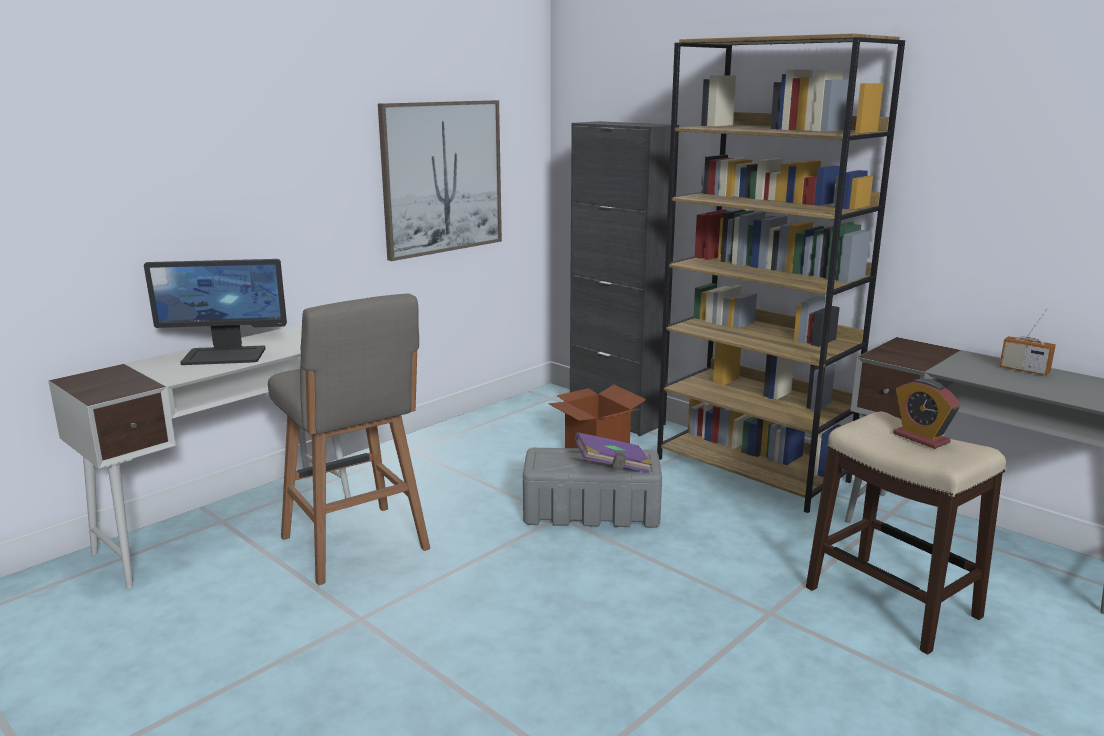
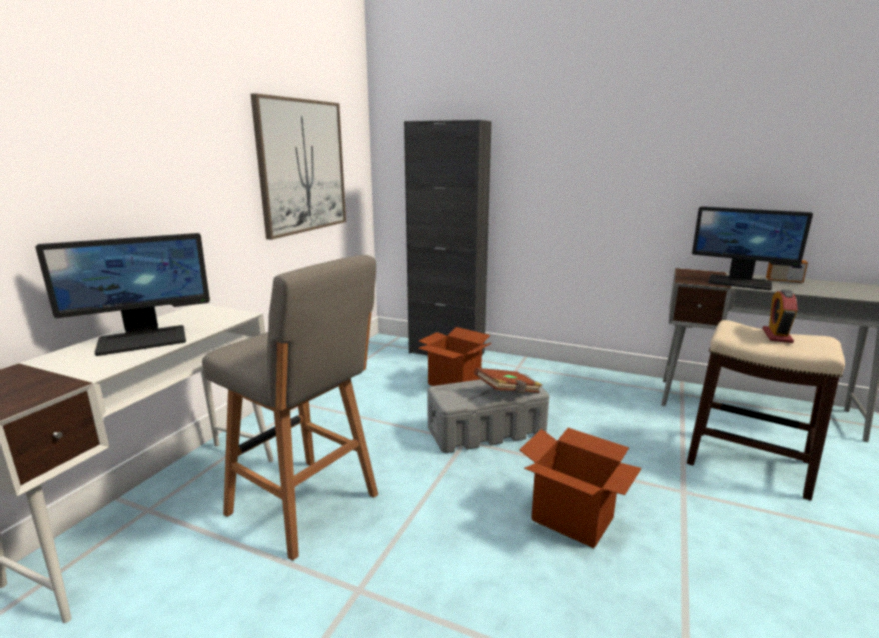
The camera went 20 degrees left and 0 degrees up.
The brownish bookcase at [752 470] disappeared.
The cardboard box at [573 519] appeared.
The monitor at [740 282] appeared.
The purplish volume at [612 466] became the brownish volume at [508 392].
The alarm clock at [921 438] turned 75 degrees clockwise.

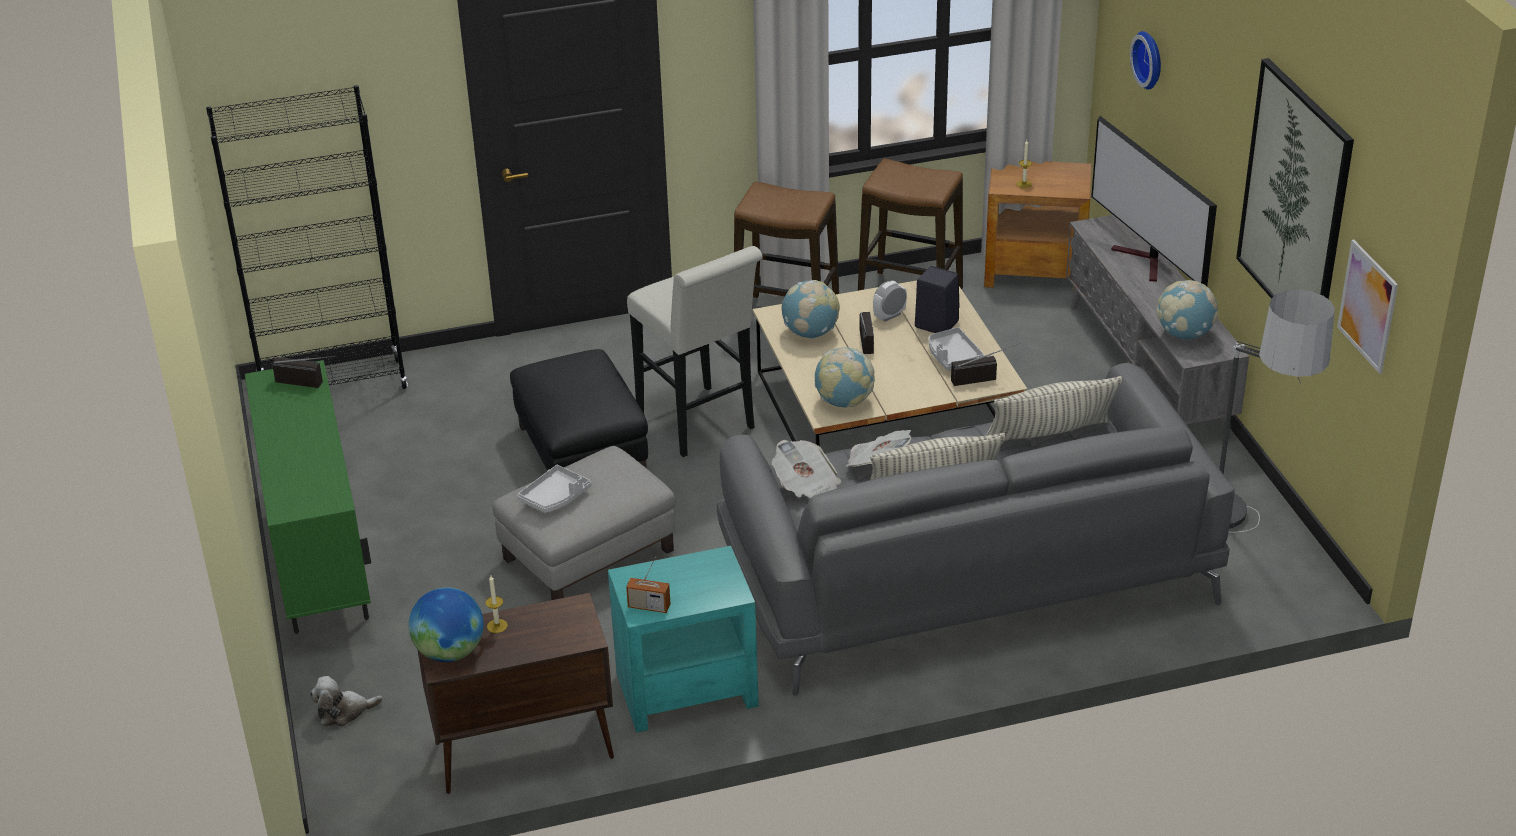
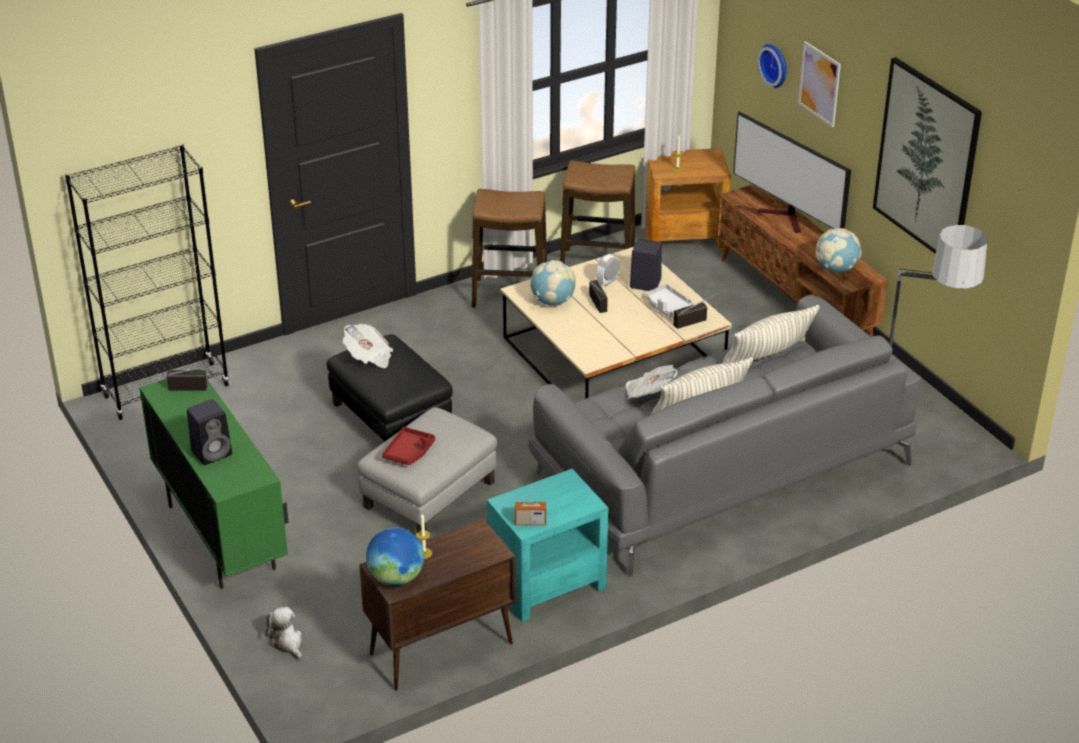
The camera went 15 degrees left and 0 degrees up.
The white sitting stool at [700 426] disappeared.
The globe at [844 402] disappeared.
The black speaker at [212 452] appeared.
The daily paper moved from [807 487] to [369 357].
The wall picture moved from [1368 306] to [819 84].
The gray tray at [555 497] became the red-coloured tray at [409 452].
The gray media console at [1148 370] became the brownish media console at [795 300].
The soft toy at [344 712] turned 90 degrees clockwise.

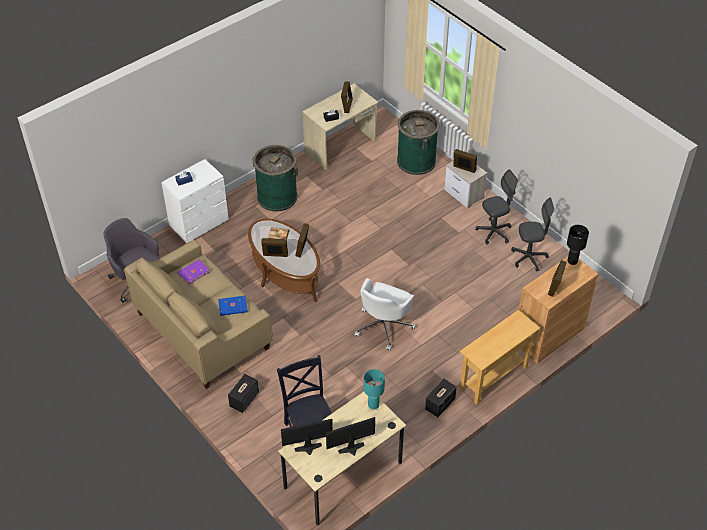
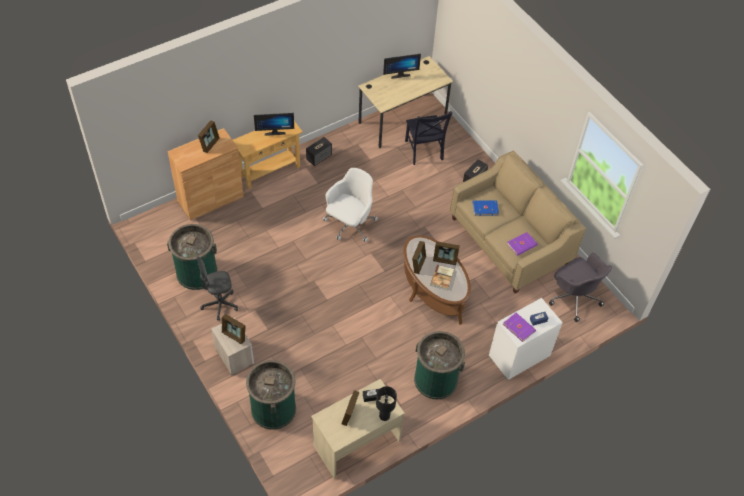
The camera went 175 degrees left and 5 degrees up.
The blue-green tabletop lamp at [373 404] disappeared.
The purplish volume at [519 327] appeared.
The monitor moved from [308 450] to [274 132].
The black tabletop lamp moved from [572 261] to [384 416].
The gray desk chair at [528 258] was replaced by the greenish waste bin at [197 272].

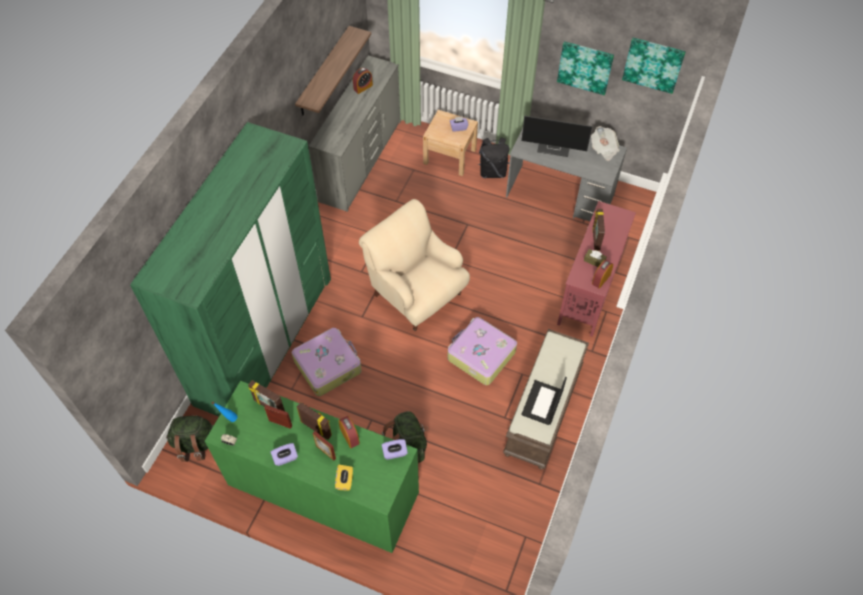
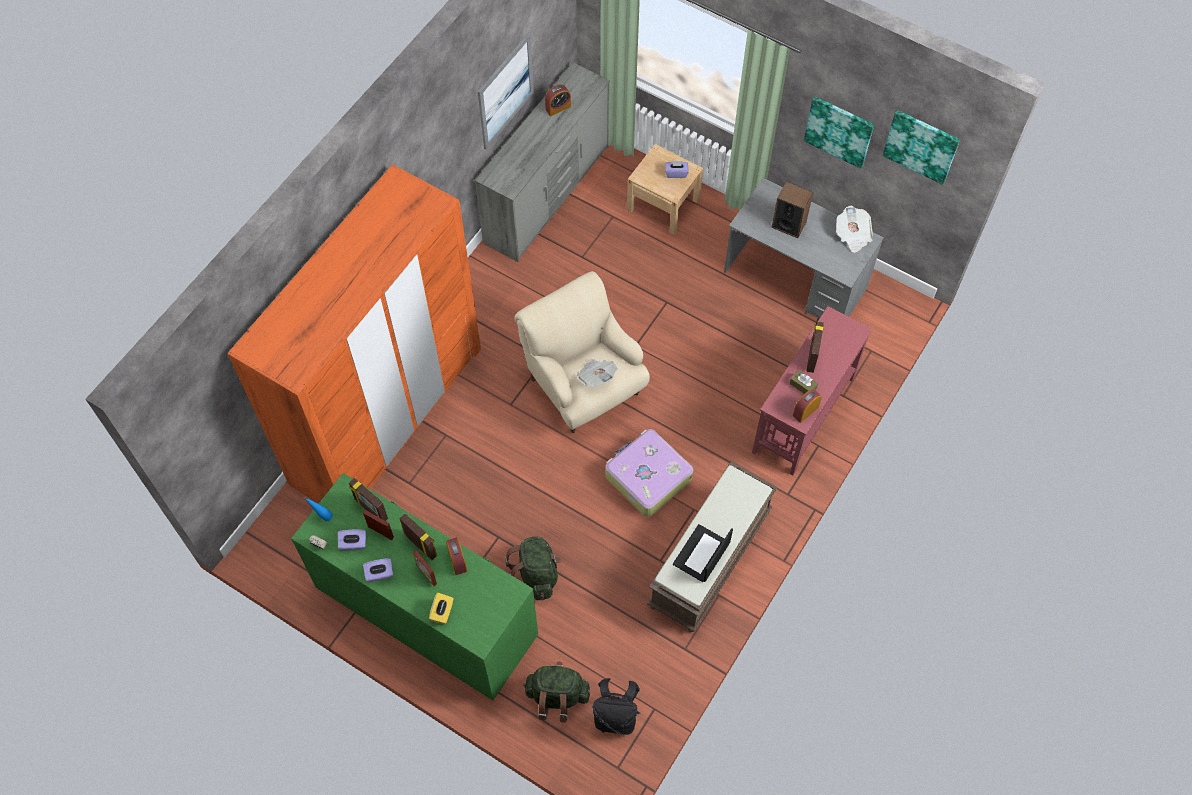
The camera went 10 degrees right and 5 degrees up.
The travel case at [328 365] disappeared.
The daily paper at [596 377] appeared.
The greenish knapsack moved from [196 444] to [557 696].
The purplish tissue box moved from [395 453] to [353 544].
The black knapsack moved from [492 172] to [615 716].
The shelf at [324 72] was replaced by the wall picture at [505 91].
The monitor at [554 148] was replaced by the speaker at [788 224].
The greenish clothes cupboard at [265 339] became the orangey clothes cupboard at [388 415].

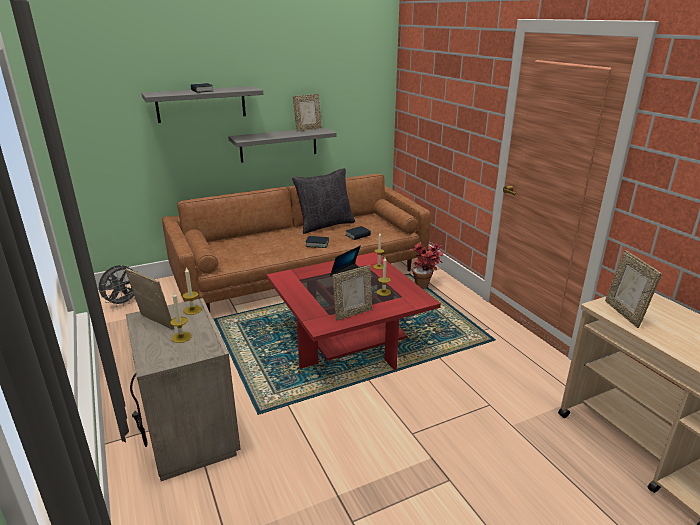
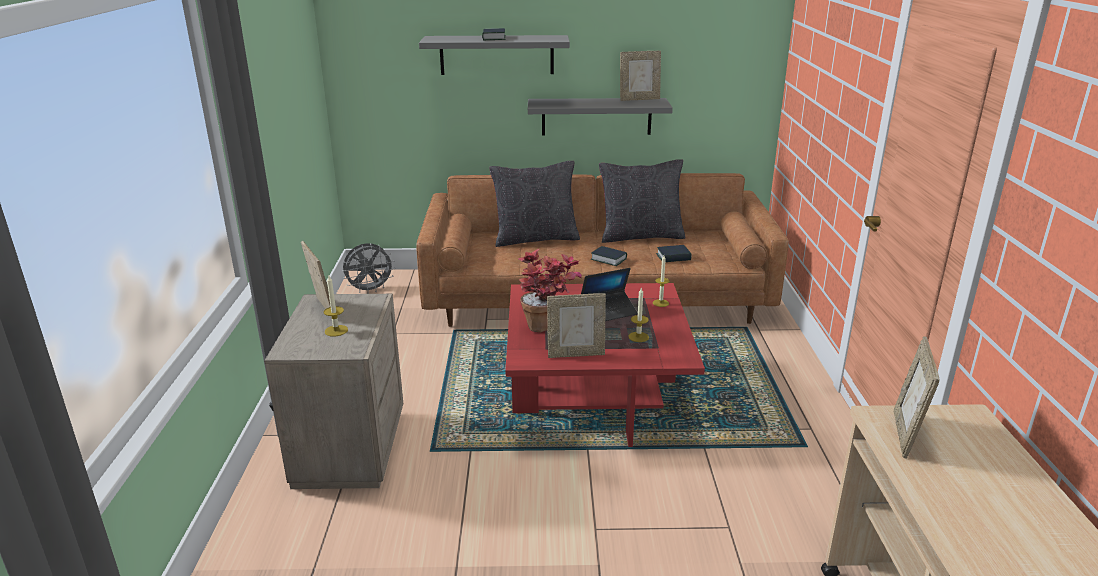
The camera went 25 degrees right and 0 degrees up.
The wax candle at [192 310] disappeared.
The black pillow at [535 238] appeared.
The plant in a pot moved from [426 285] to [547 328].

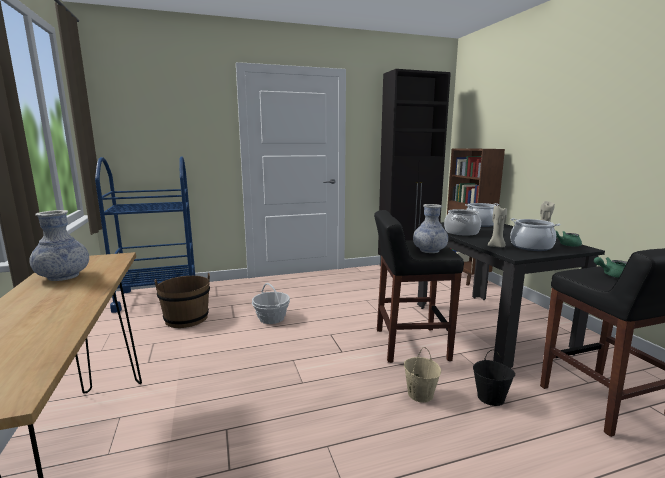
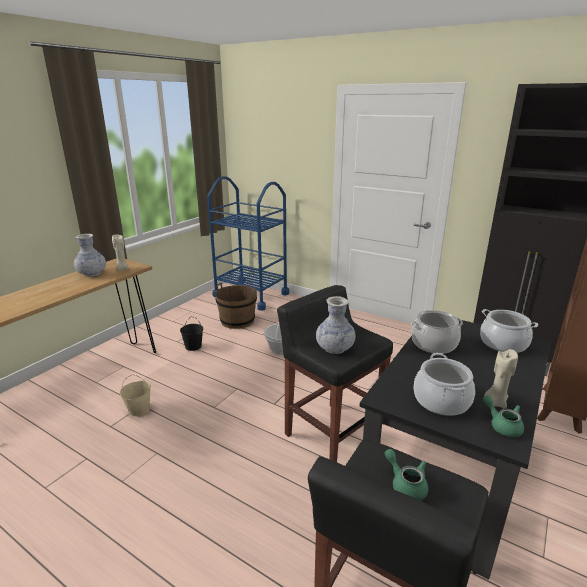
The camera went 50 degrees right and 10 degrees up.
The beige bucket moved from [420 394] to [139 409].
The black bucket moved from [491 398] to [193 346].
The beige wax candle moved from [496 246] to [122 269].

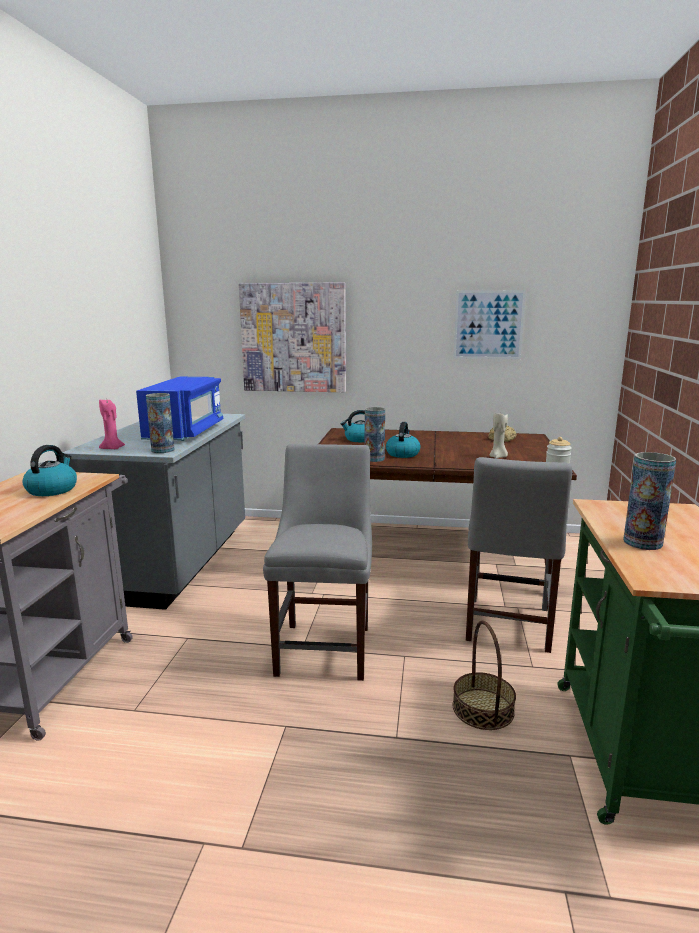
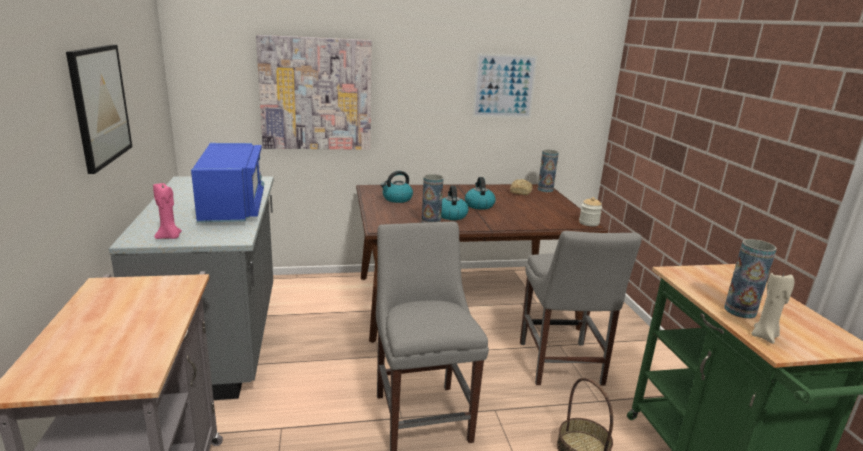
The camera went 20 degrees left and 5 degrees up.
The wall picture at [100 105] appeared.
The tea kettle moved from [52 490] to [479 205].
The decorative vase moved from [163 450] to [545 189].
The beige wax candle moved from [498 457] to [765 336].

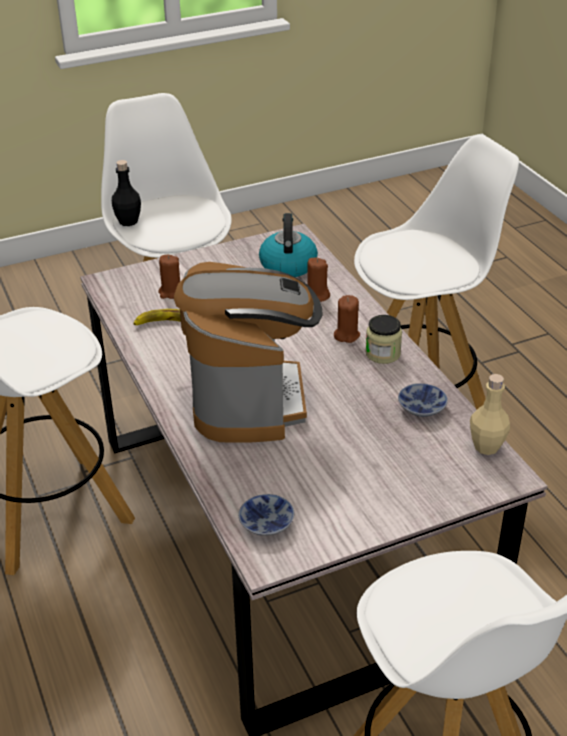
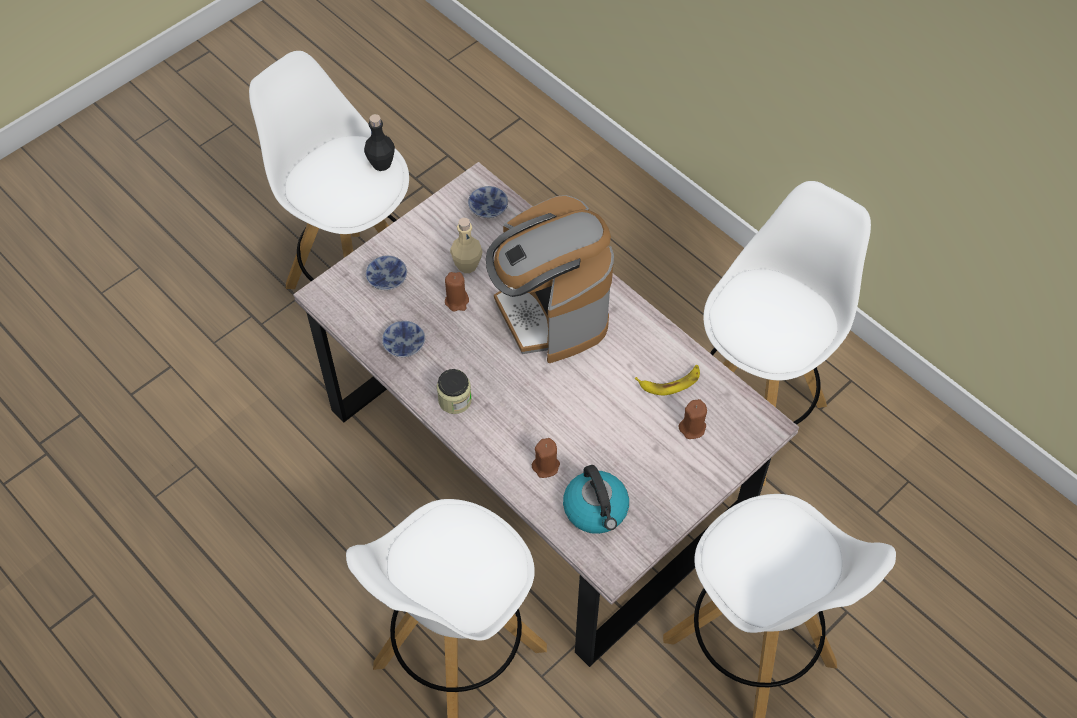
The camera went 160 degrees right and 20 degrees up.
The bowl at [386 277] appeared.
The black drink bottle moved from [128 221] to [381 164].
The brownish wax candle moved from [346 335] to [457 301].
The beige drink bottle moved from [486 446] to [467 265].

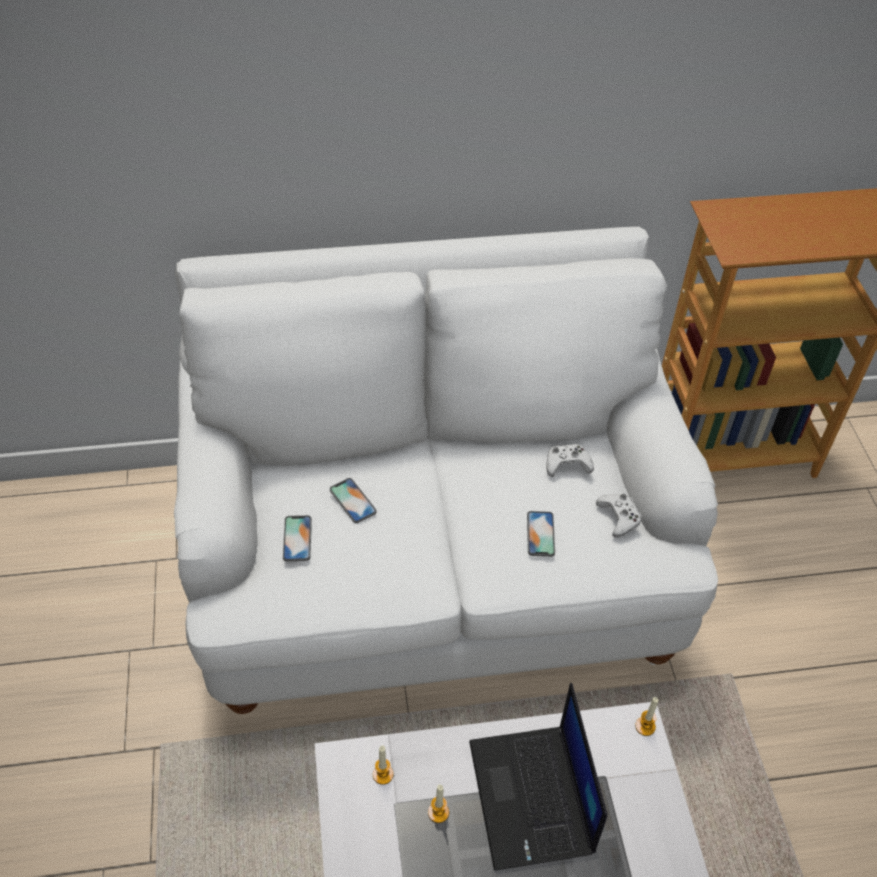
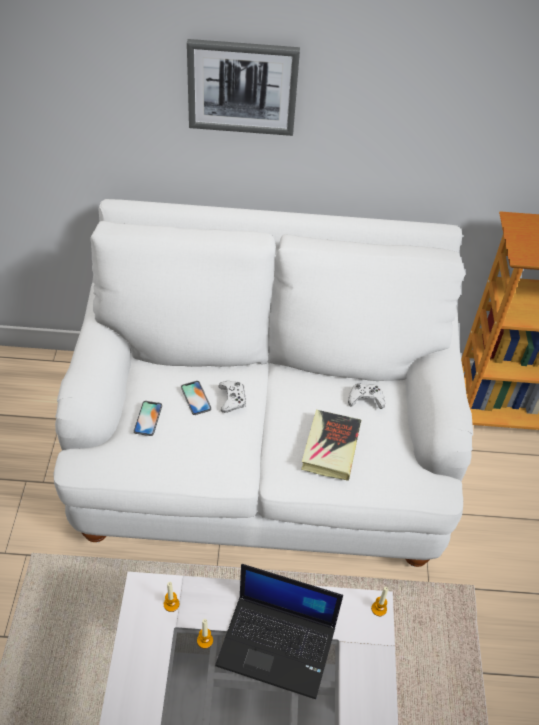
The camera went 10 degrees right and 0 degrees up.
The wall picture at [242 87] appeared.
The white game controller moved from [619 517] to [232 399].
The handset at [540 534] was replaced by the volume at [330 448].
The notebook computer at [533 798] turned 75 degrees counterclockwise.

